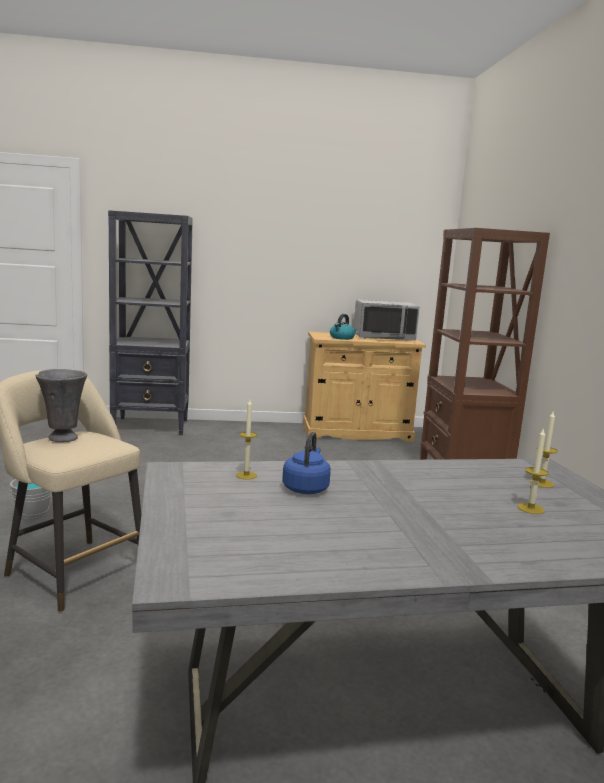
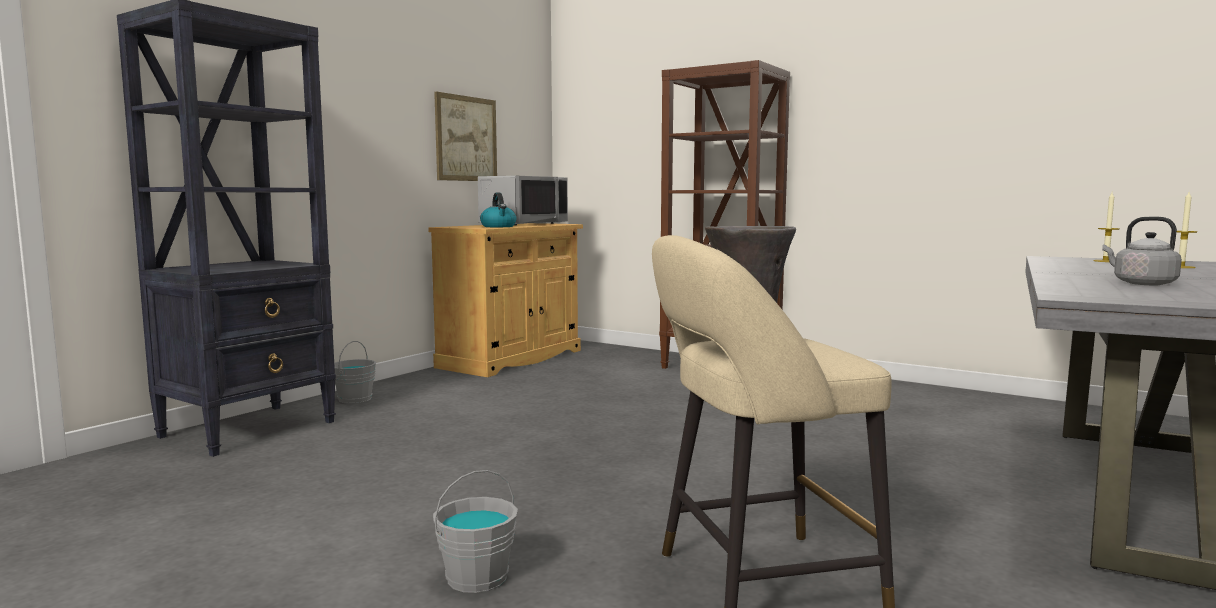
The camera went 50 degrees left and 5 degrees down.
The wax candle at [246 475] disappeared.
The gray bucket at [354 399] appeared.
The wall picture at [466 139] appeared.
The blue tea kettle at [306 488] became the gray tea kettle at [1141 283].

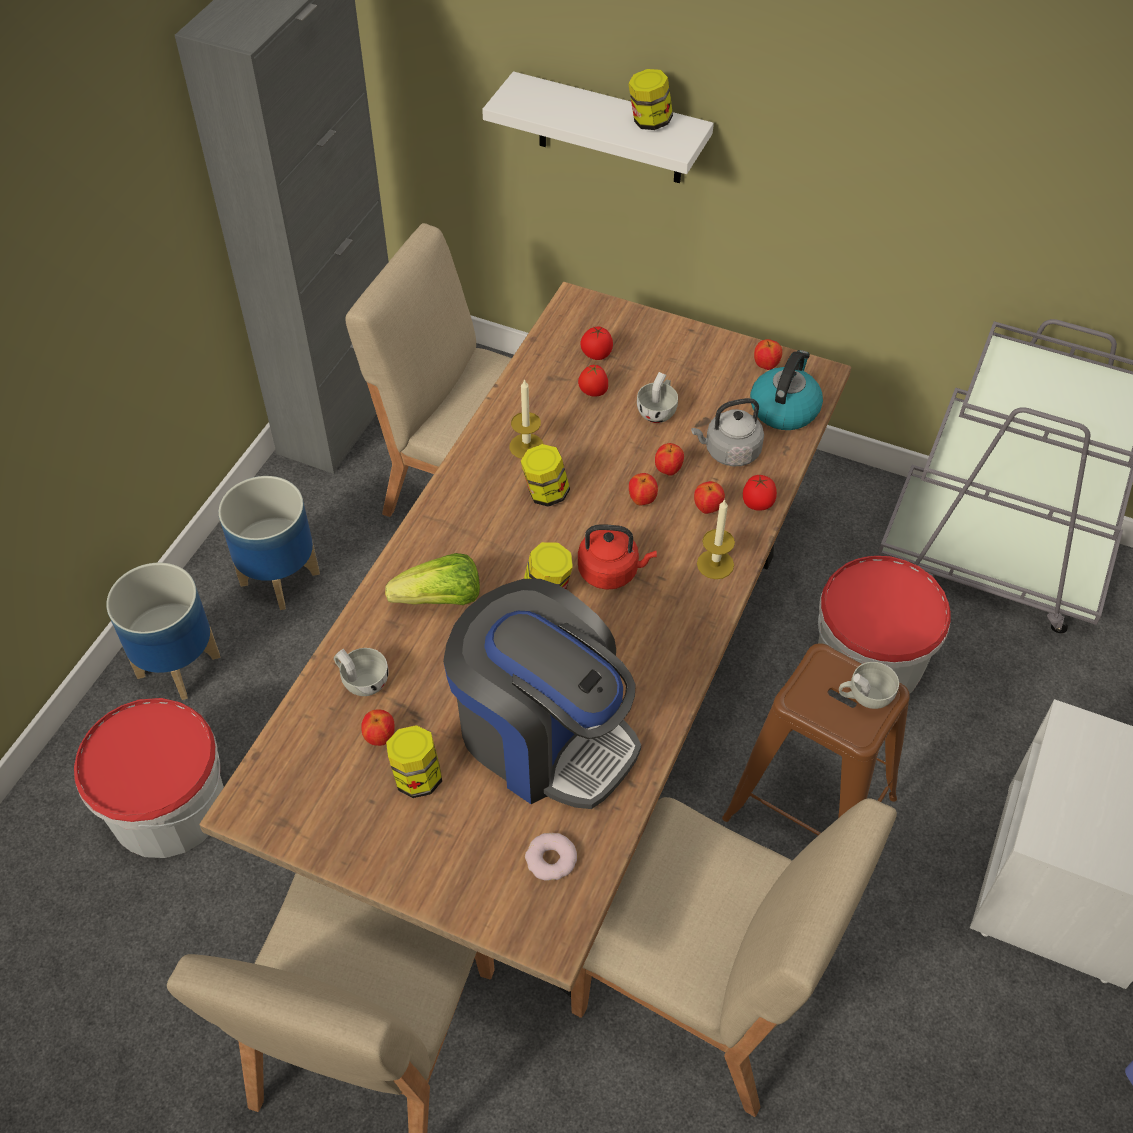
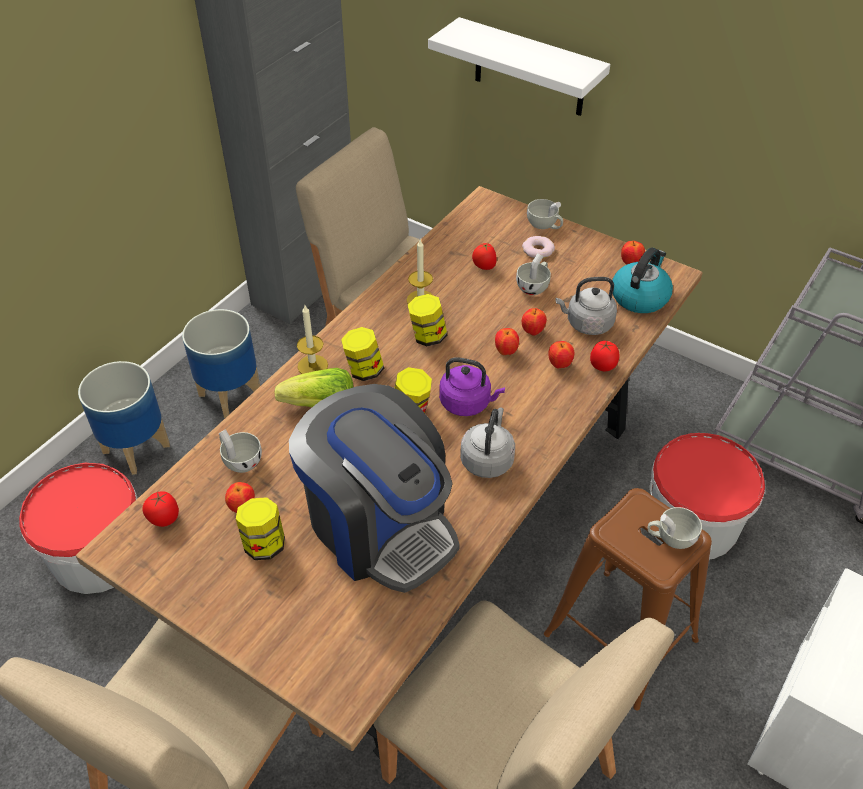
The camera went 10 degrees right and 5 degrees down.
The gray tea kettle at [487 459] appeared.
The white drinking cup at [544 225] appeared.
The ring doughnut moved from [551 860] to [538 250].
The whole tomato moved from [596 355] to [164 519].
The jar moved from [649 122] to [364 370].
The wax candle moved from [715 564] to [312 366].
The red-coloured tea kettle at [611 571] became the purplish tea kettle at [468 403].

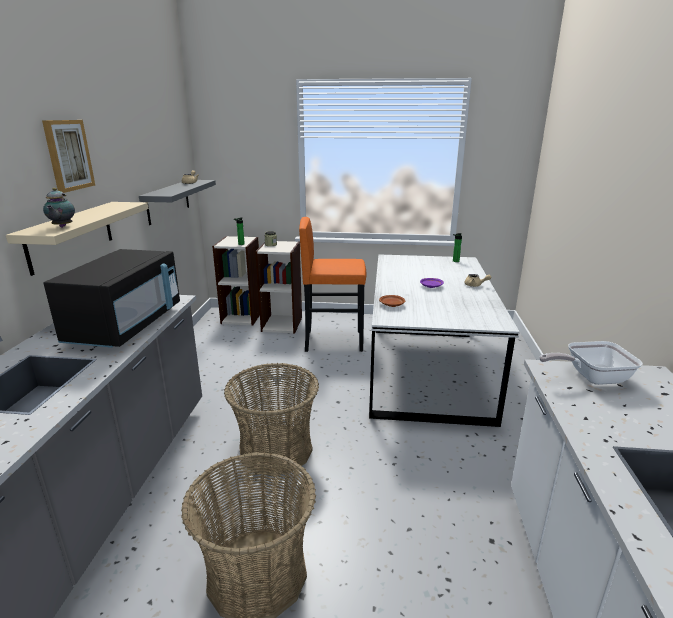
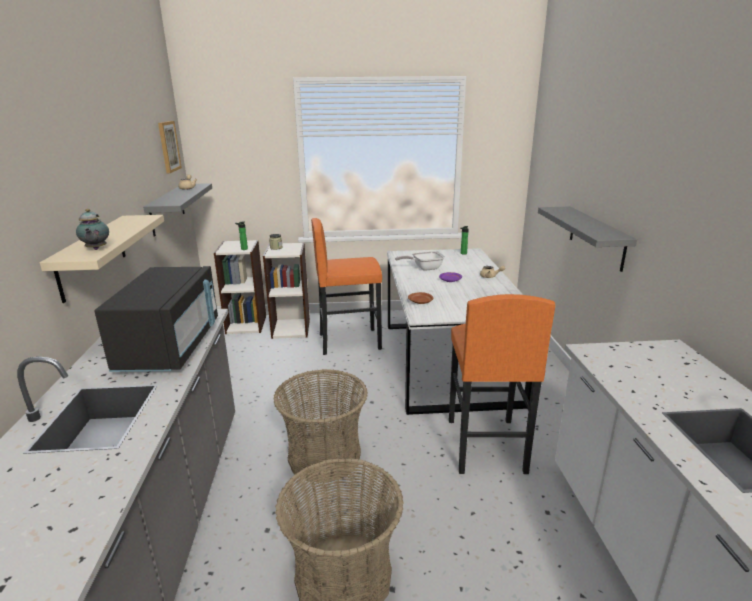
The camera went 10 degrees left and 0 degrees up.
The orangey sitting stool at [485 446] appeared.
The gray shelf at [596 237] appeared.
The wall picture moved from [68 155] to [168 146].
The frying pan moved from [590 377] to [424 268].

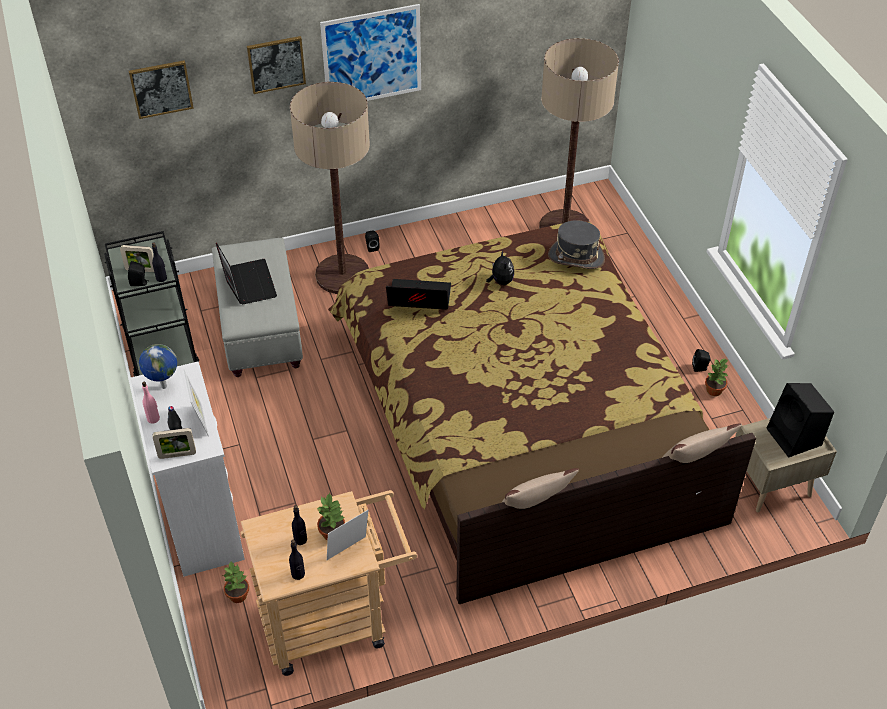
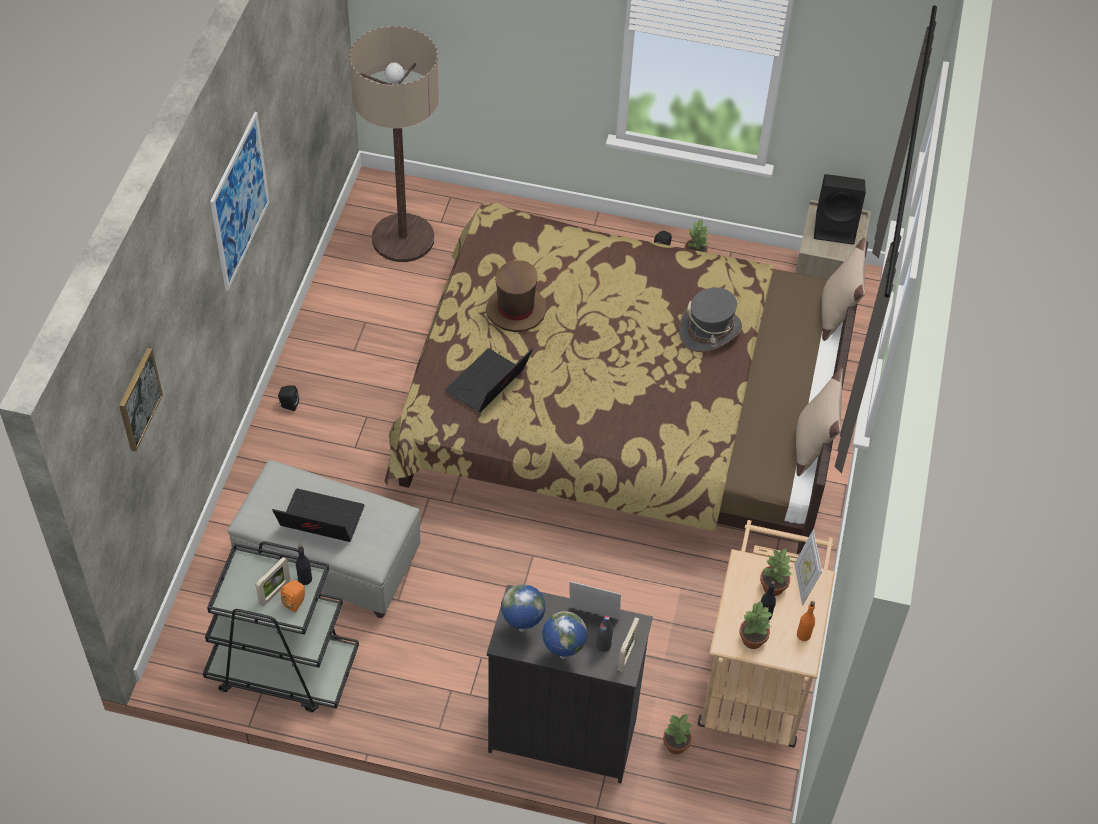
The camera went 60 degrees left and 5 degrees up.
The wall picture at [276 64] disappeared.
The standing lamp at [342 275] disappeared.
The plant in a pot at [752 640] appeared.
The gray clothing hat moved from [576 257] to [710 330].
The pink drink bottle at [153 418] was replaced by the globe at [562 656].
The soft toy at [500 281] was replaced by the brownish clothing hat at [516 310].
The black speaker at [140 283] became the orangey speaker at [296 602].
The white chest of drawers at [203 521] became the black chest of drawers at [561 734].
The black drink bottle at [298 574] became the orangey drink bottle at [804 635].

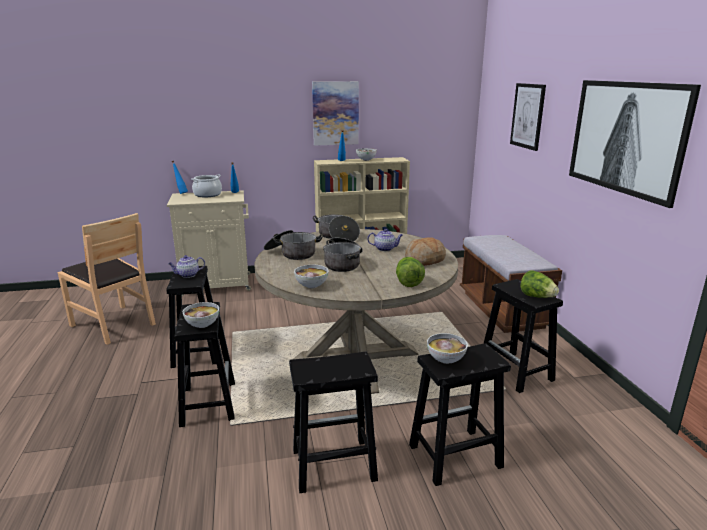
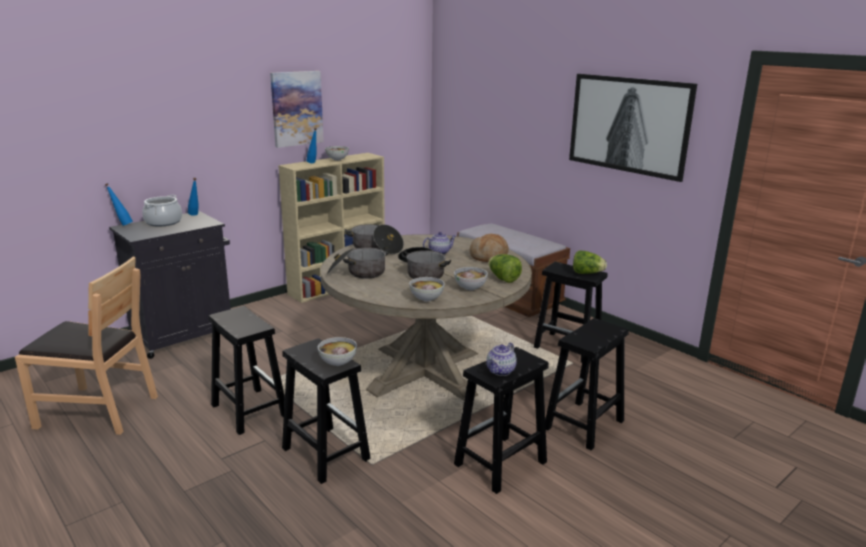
The camera went 30 degrees left and 0 degrees up.
The wall picture at [527 116] disappeared.
The pot for tea moved from [187 275] to [500 371].
The bowl moved from [446 360] to [470 288].
The beige storage cabinet at [218 285] became the black storage cabinet at [184 335].

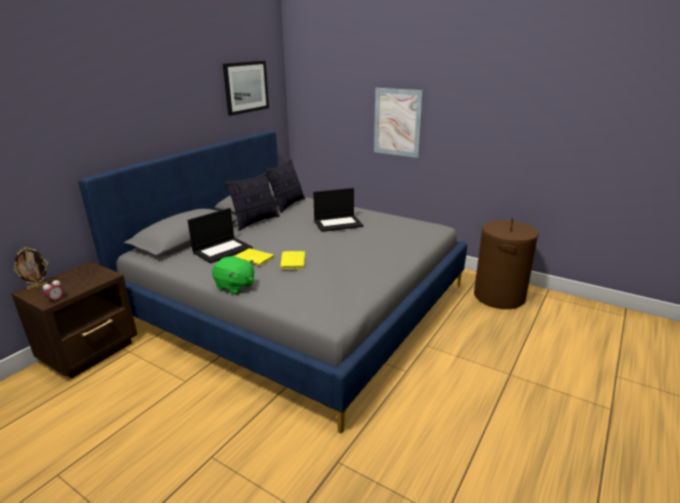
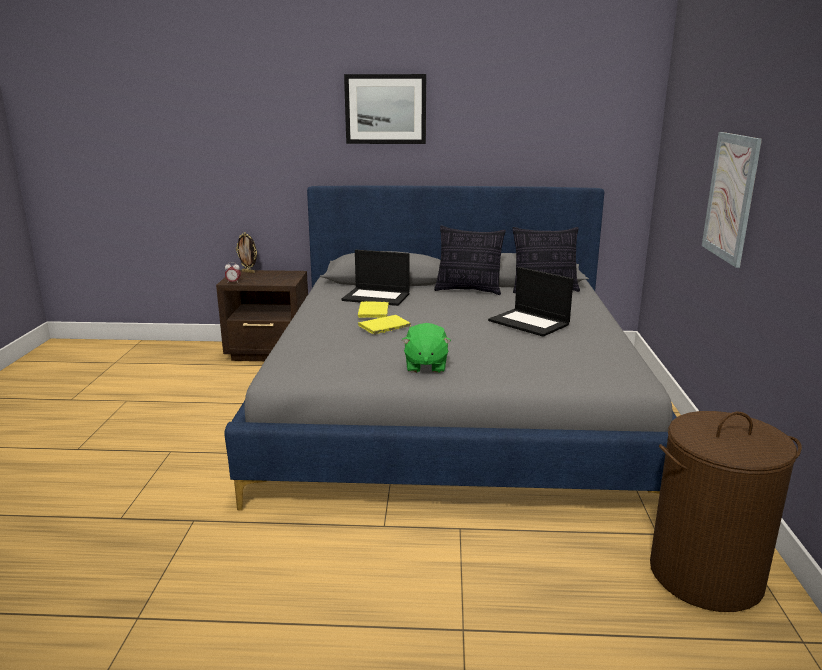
The camera went 60 degrees right and 5 degrees down.
The greenish soft toy moved from [235 286] to [425 366].
The wall picture moved from [246 87] to [385 109].

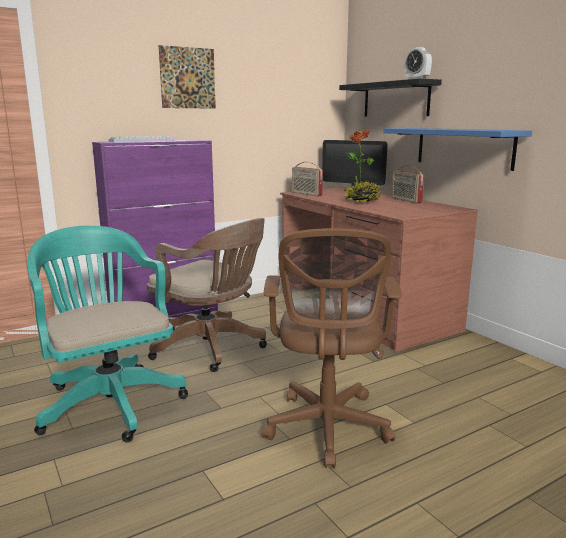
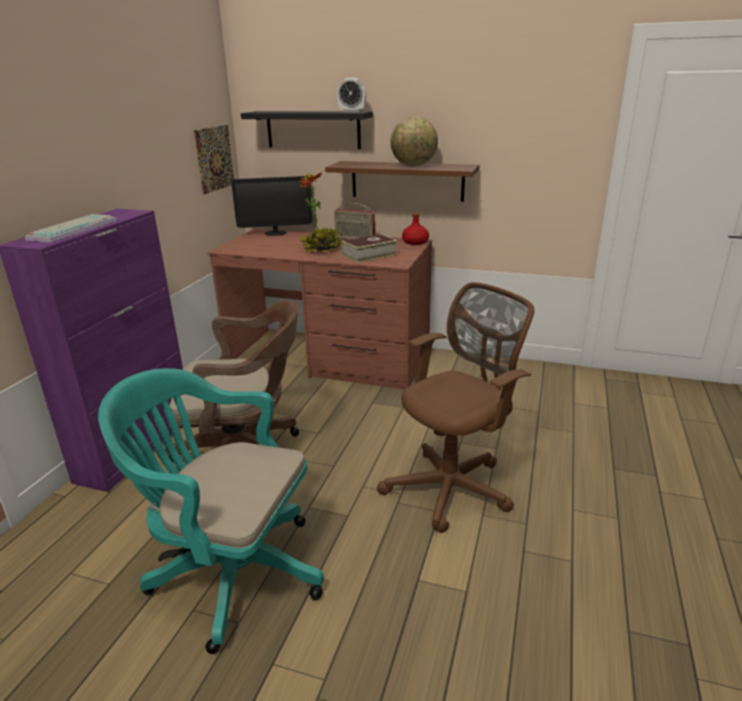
The camera went 40 degrees left and 10 degrees up.
The radio receiver at [306 194] disappeared.
The volume at [369 254] appeared.
The globe at [414 166] appeared.
The red-coloured drink bottle at [415 242] appeared.
The wall picture moved from [188 78] to [215 158].
The blue shelf at [463 147] became the brownish shelf at [407 181].
The brownish desk chair at [327 429] turned 90 degrees counterclockwise.

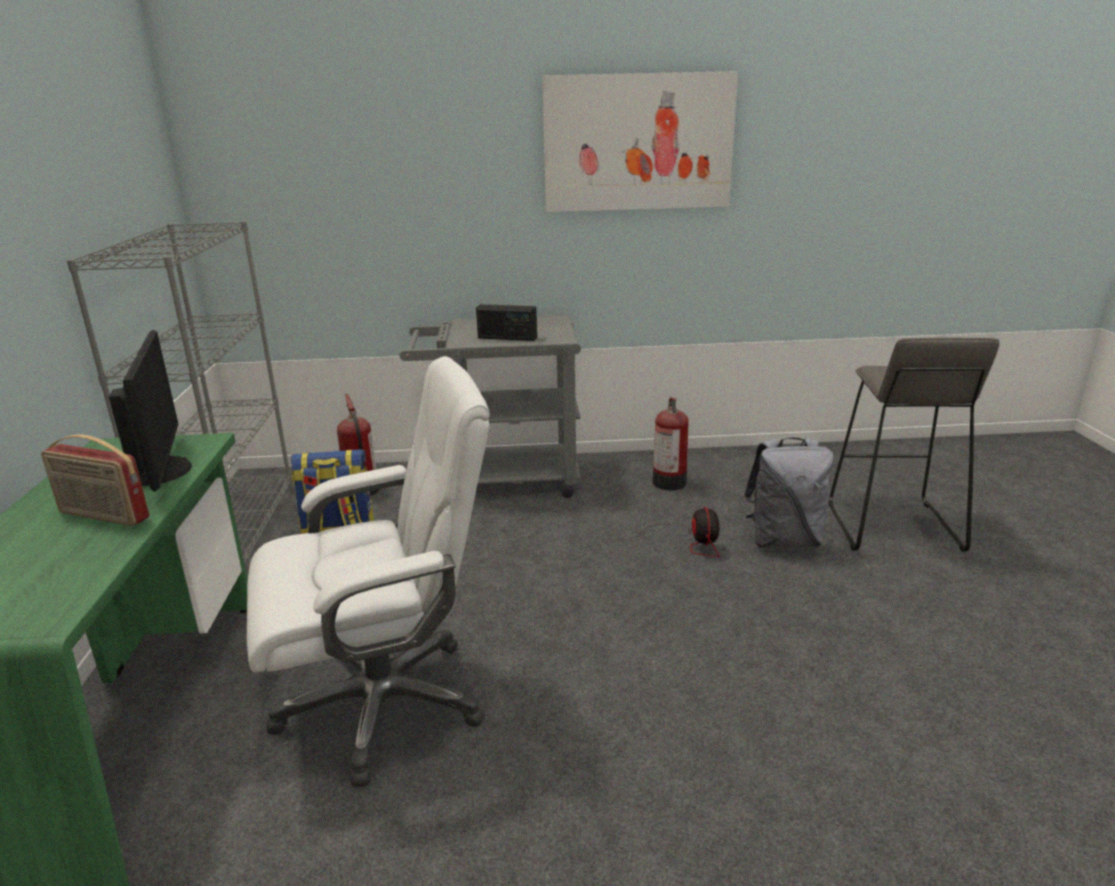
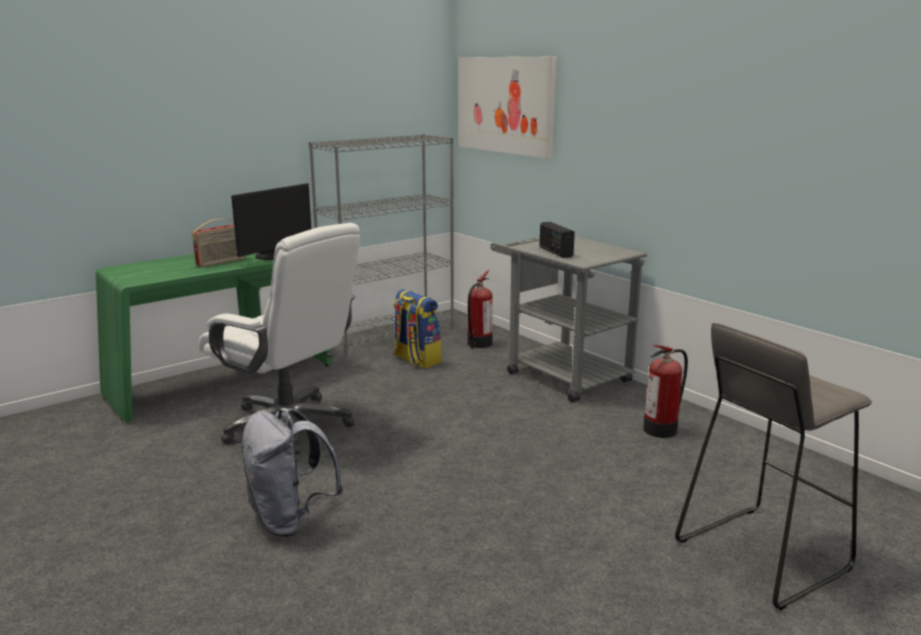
The camera went 55 degrees right and 5 degrees down.
The cooling fan at [687 542] disappeared.
The wall picture moved from [638 143] to [505 105].
The gray knapsack moved from [784 540] to [290 519].
The radio receiver at [103 516] turned 120 degrees counterclockwise.

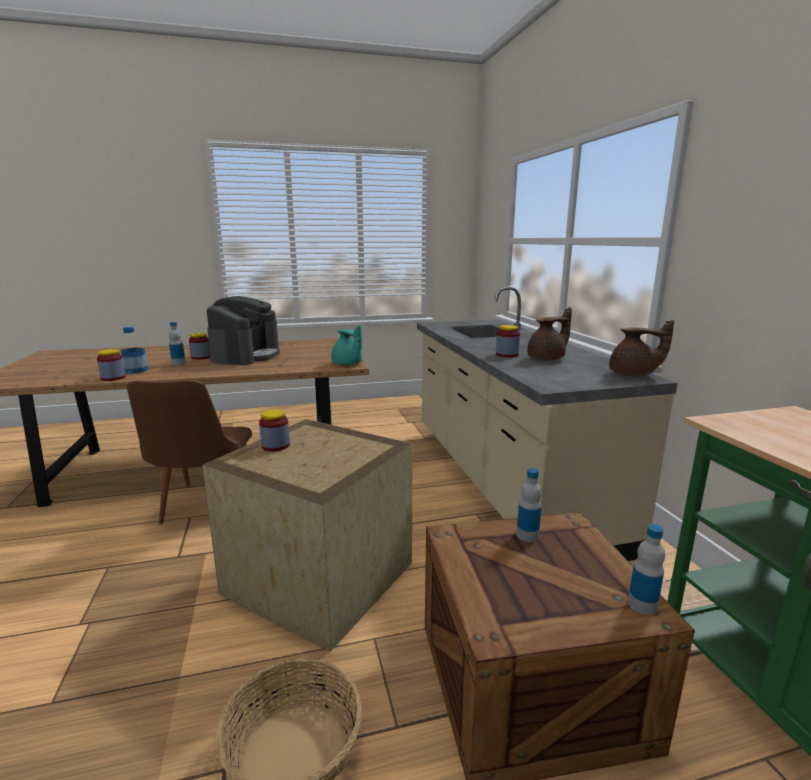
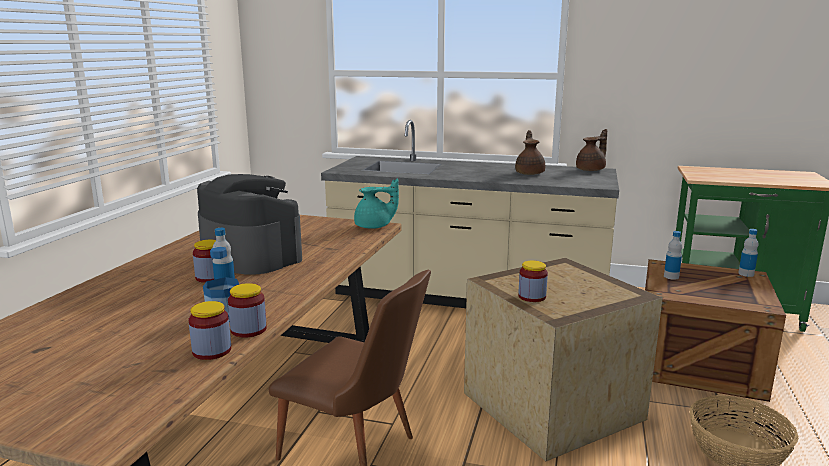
The camera went 60 degrees left and 0 degrees up.
The jar moved from [507 355] to [212 351].

